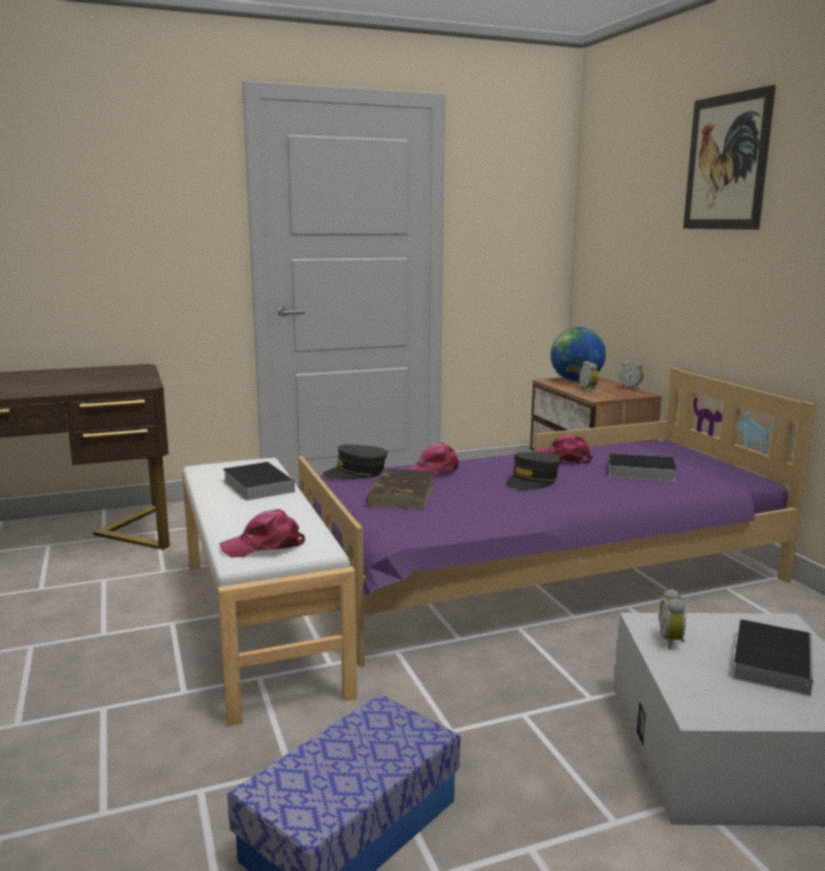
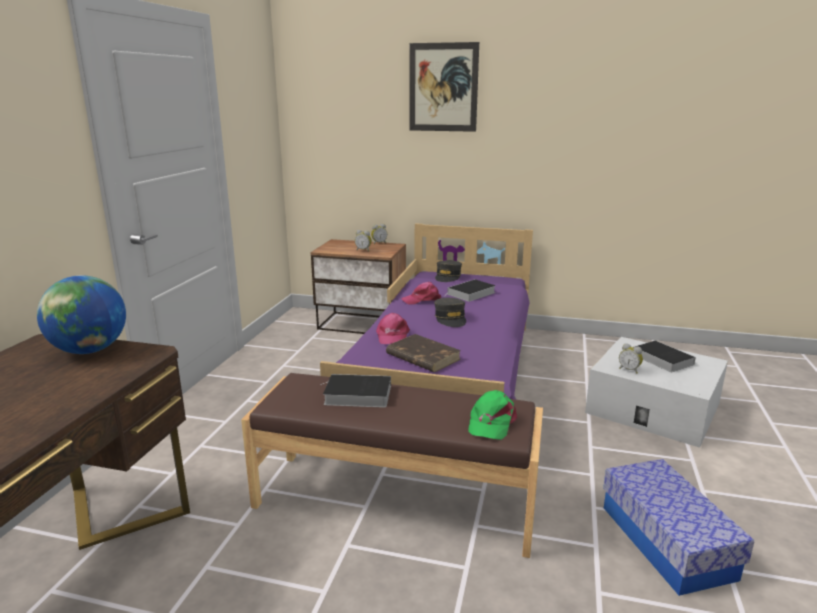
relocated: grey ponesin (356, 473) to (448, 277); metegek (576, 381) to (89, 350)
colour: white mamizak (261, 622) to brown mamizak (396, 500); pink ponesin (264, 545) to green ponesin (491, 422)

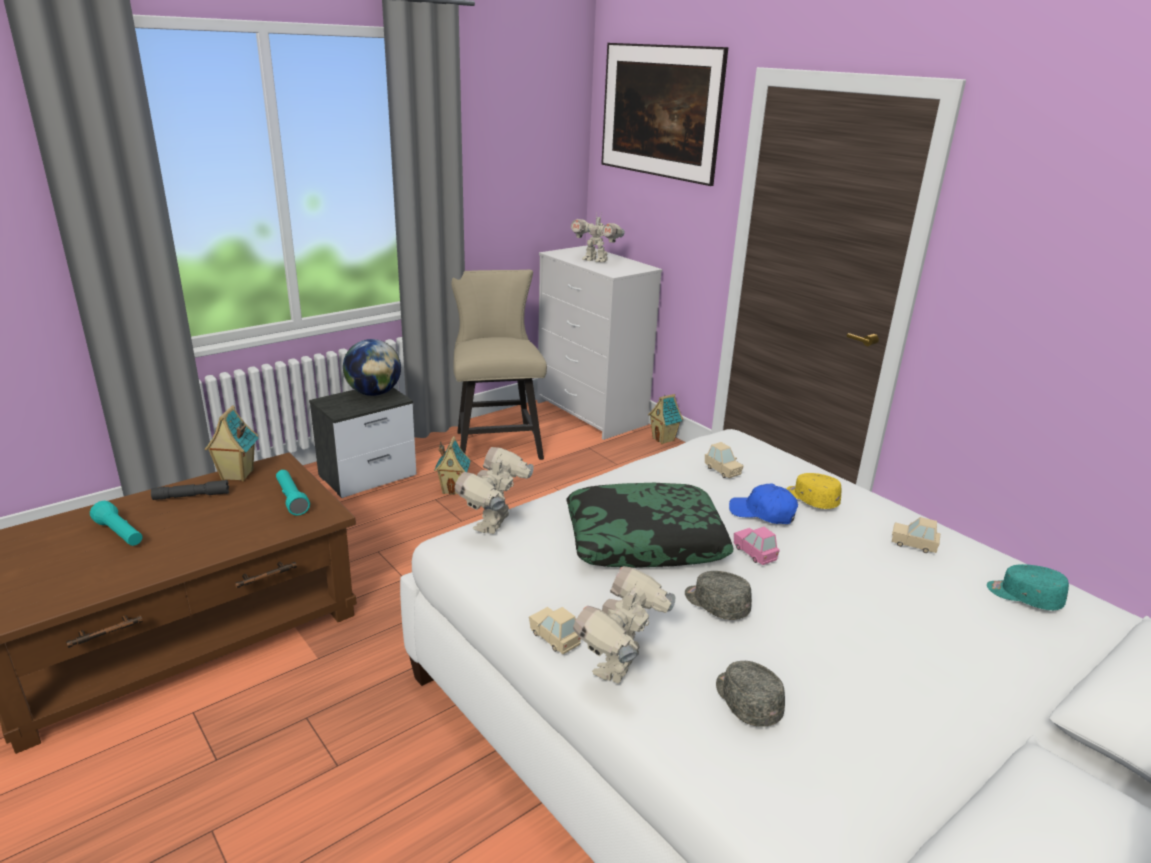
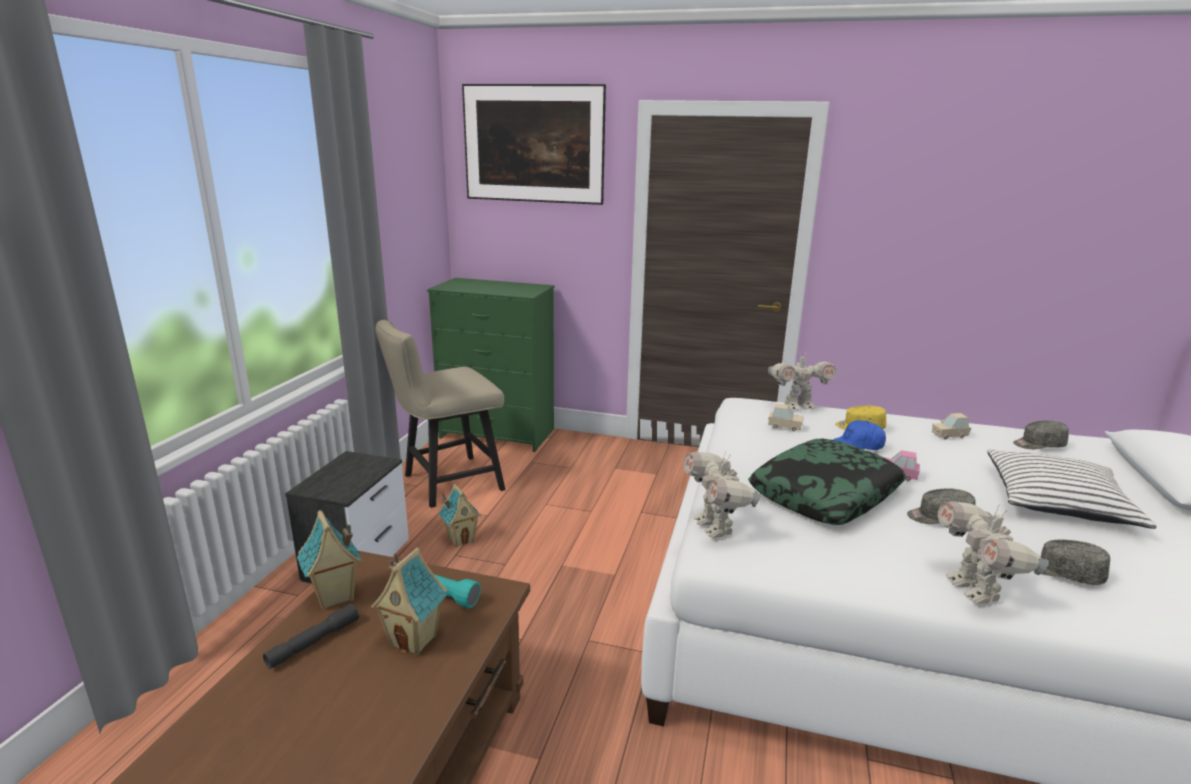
missing: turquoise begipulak (120, 534); metegek (374, 393); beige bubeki (554, 638)
appeared: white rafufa (1057, 501)
relocated: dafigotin (595, 260) to (797, 406); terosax (664, 439) to (415, 640)
colour: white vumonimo (592, 413) to green vumonimo (498, 433); turquoise ponesin (1023, 597) to grey ponesin (1038, 445)
spun: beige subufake (496, 442) = (446, 483) 75 degrees counterclockwise

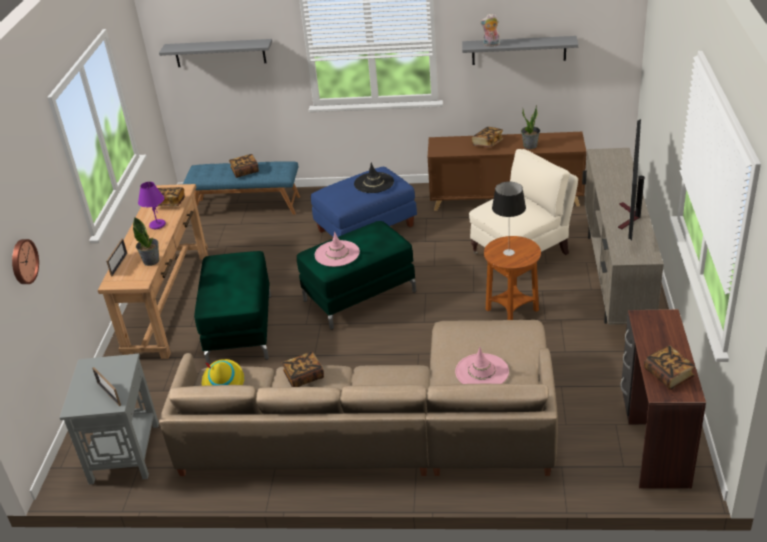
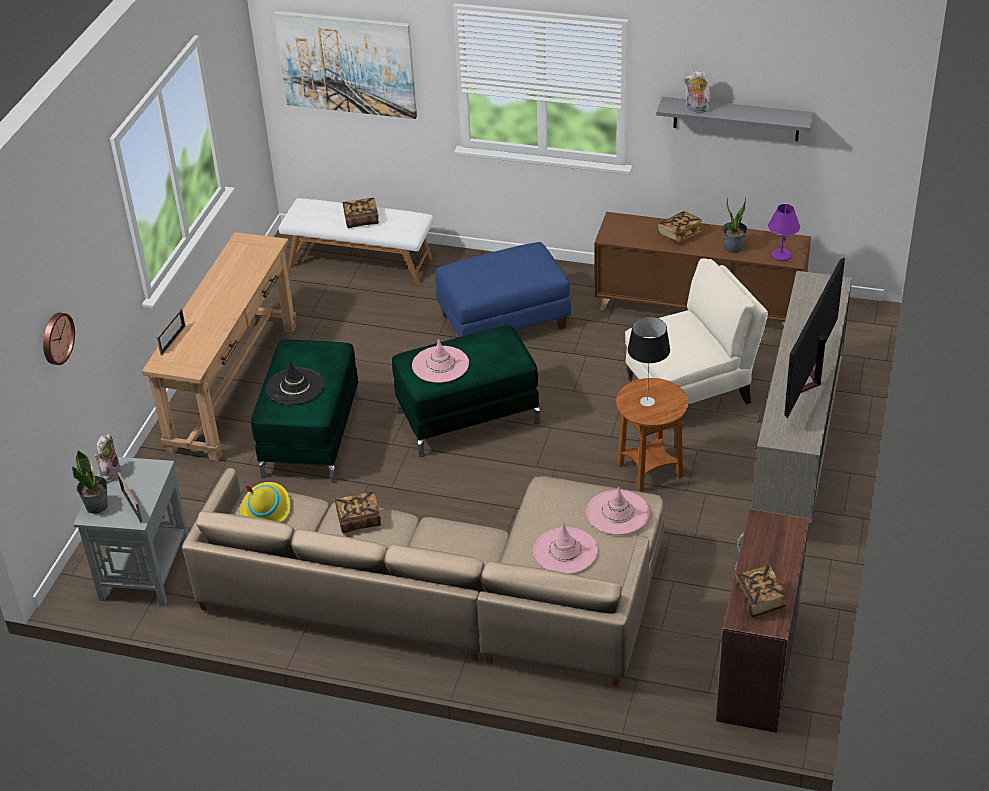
missing: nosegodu (169, 203)
appeared: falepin (110, 473); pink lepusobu (617, 513)
relocated: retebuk (151, 261) to (97, 505); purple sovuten (157, 225) to (781, 255); black lepusobu (374, 183) to (295, 387)
exchanged: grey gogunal (220, 53) to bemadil (347, 64)
colour: blue mamizak (247, 206) to white mamizak (361, 262)

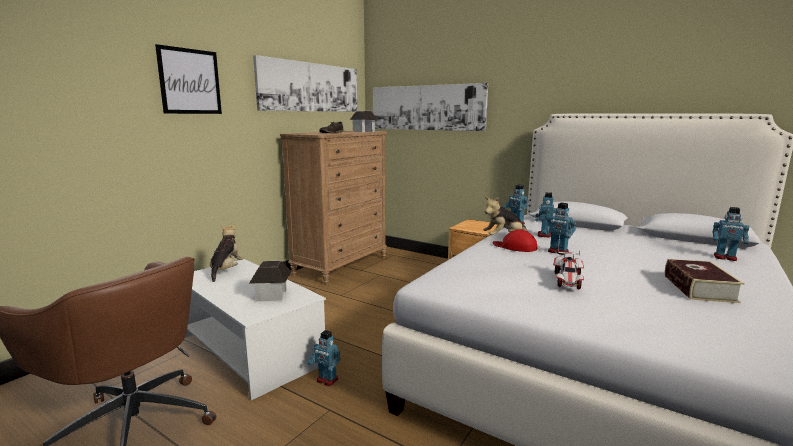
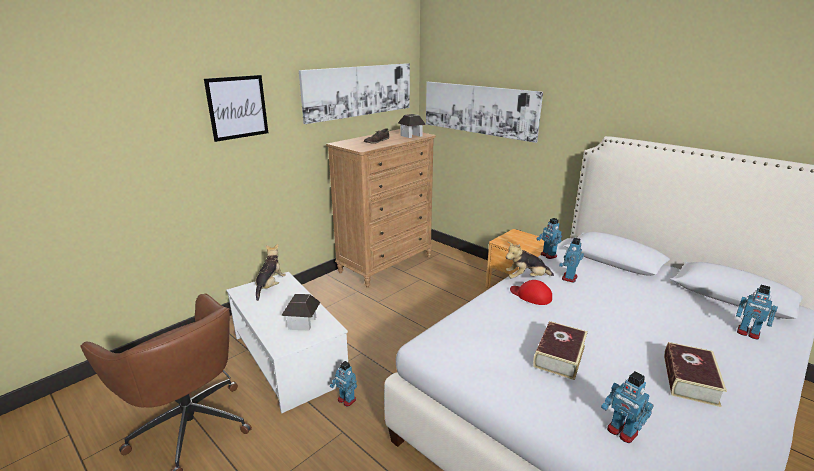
relocated: dafigotin (557, 252) to (621, 432)
exchanged: bubeki (568, 281) to nosegodu (559, 356)

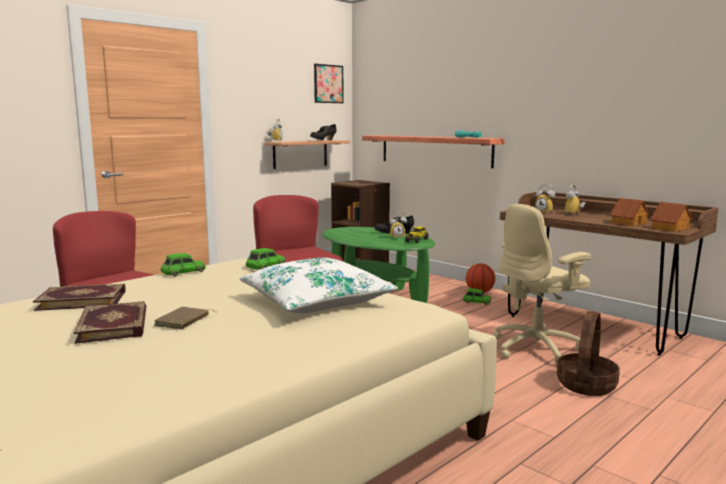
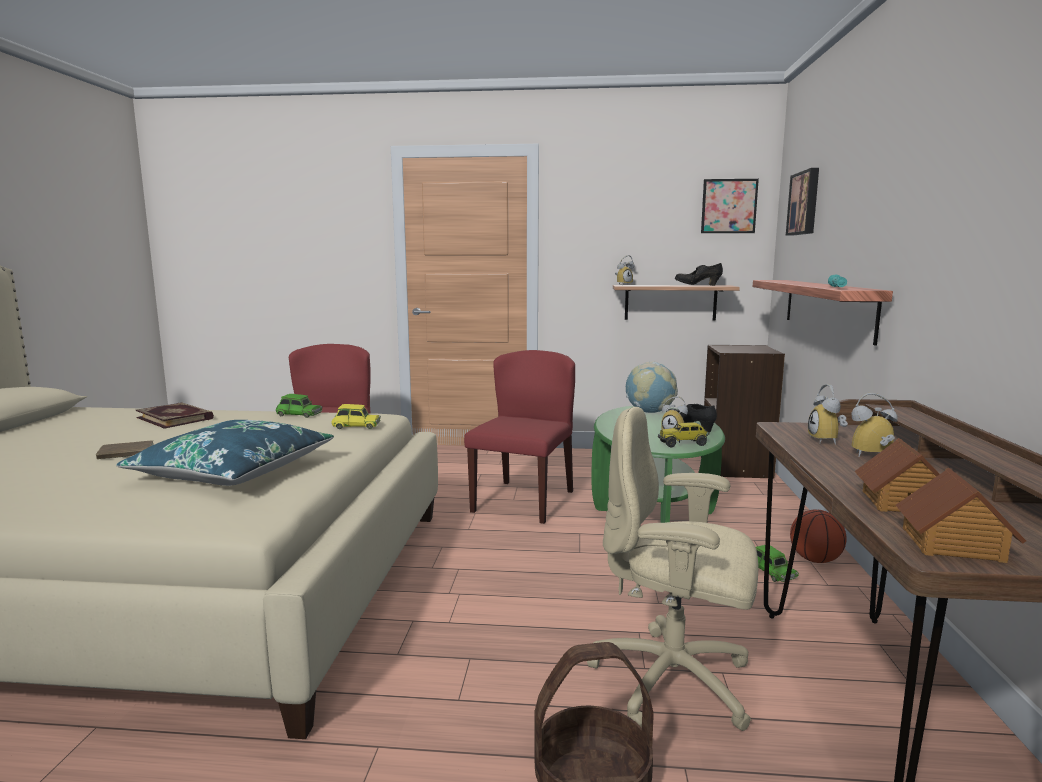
missing: nosegodu (115, 325)
appeared: metegek (649, 412); bemadil (805, 203)
colour: white rafufa (316, 301) to blue rafufa (234, 471); green bubeki (265, 266) to yellow bubeki (356, 425)

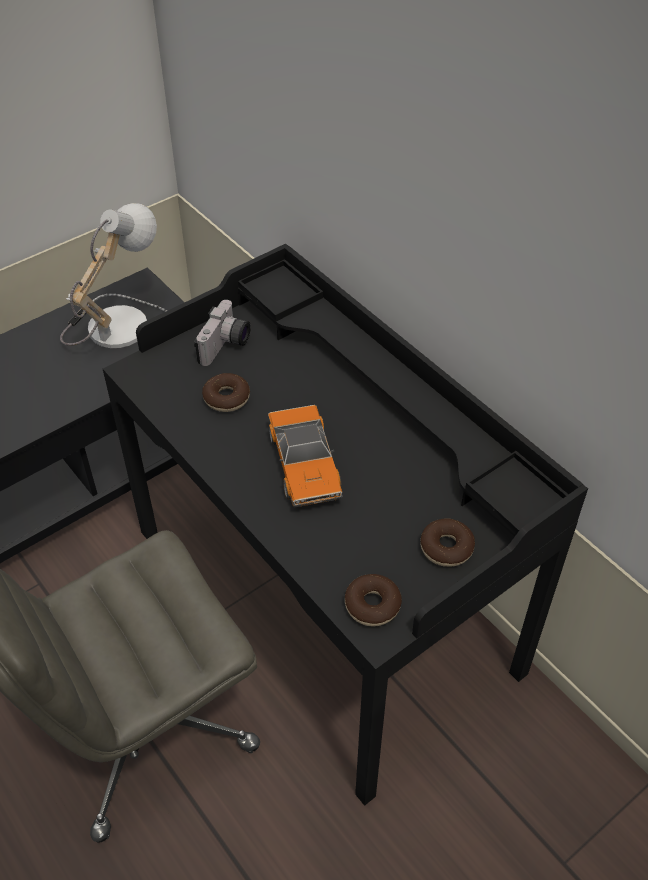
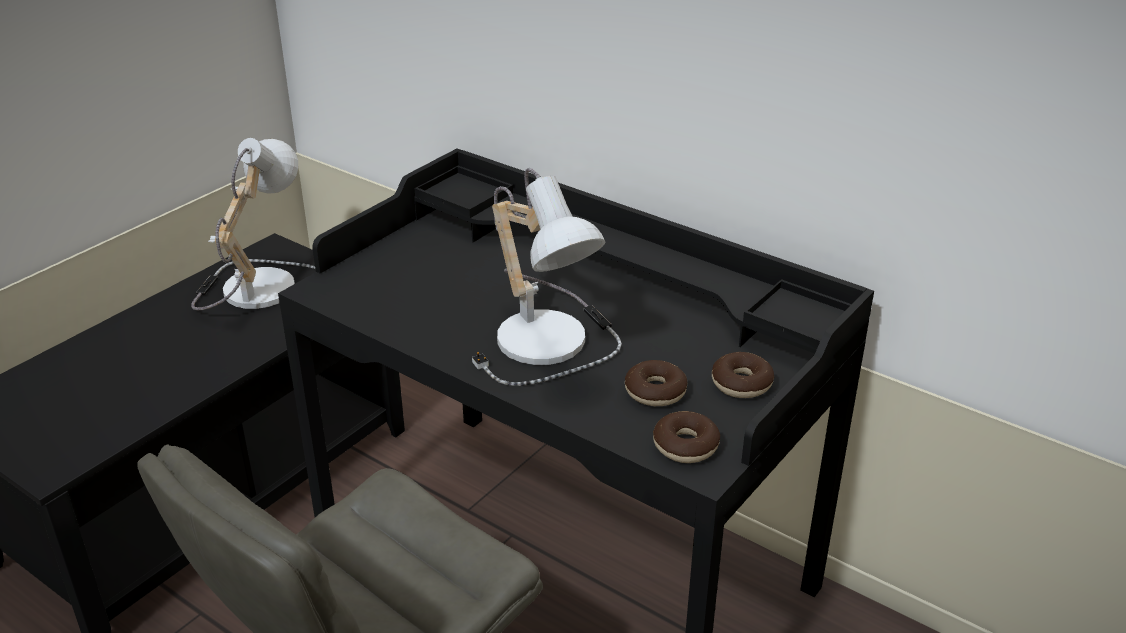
missing: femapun (226, 346)
relocated: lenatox (226, 398) to (655, 392)
exchanged: bubeki (305, 465) to sovuten (552, 340)

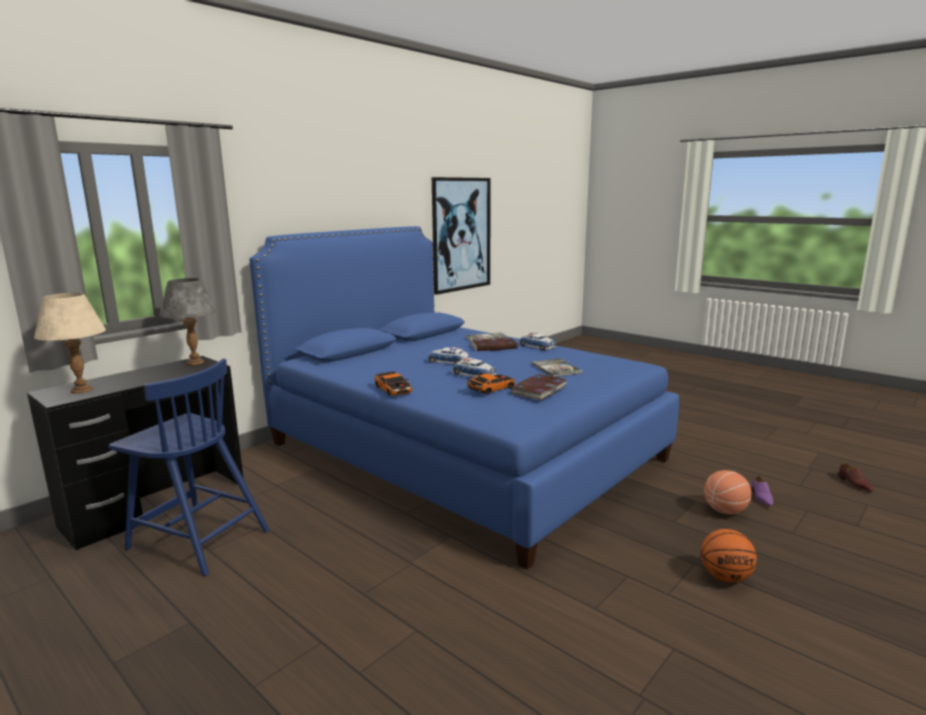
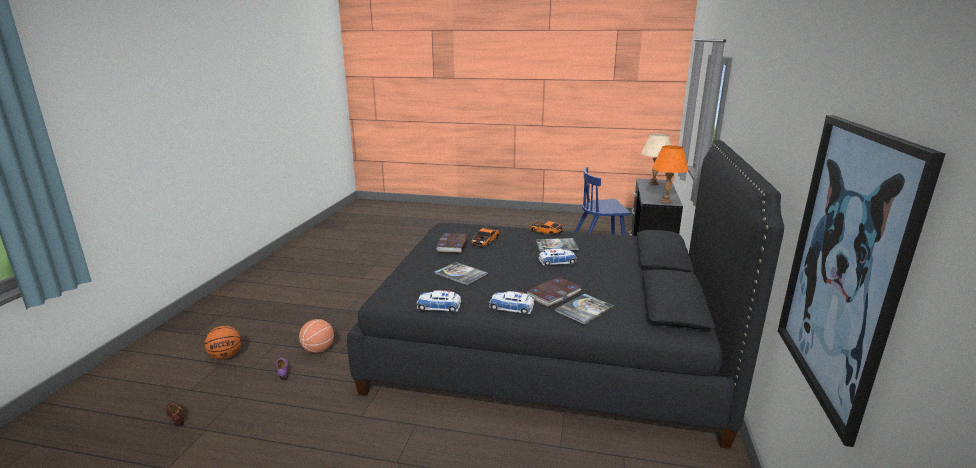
appeared: nosegodu (556, 245)
relocated: bubeki (474, 374) to (439, 306); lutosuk (725, 577) to (226, 356)
colour: grey sovuten (195, 362) to orange sovuten (666, 201); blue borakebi (462, 451) to black borakebi (547, 347)

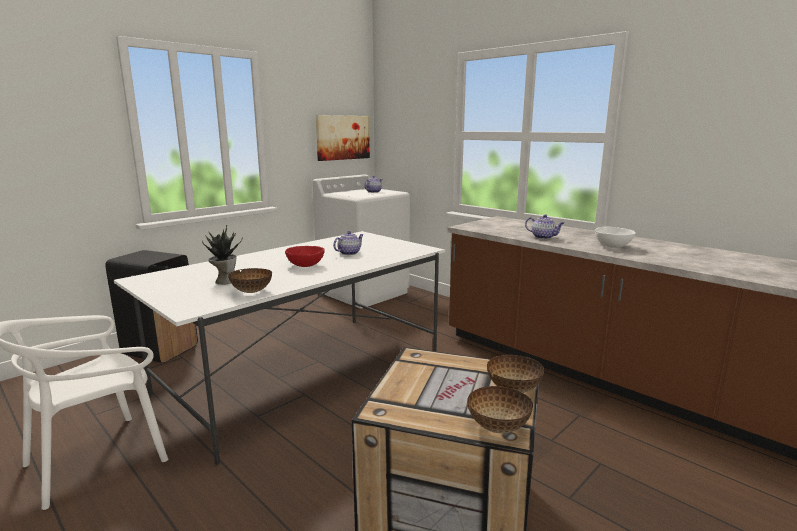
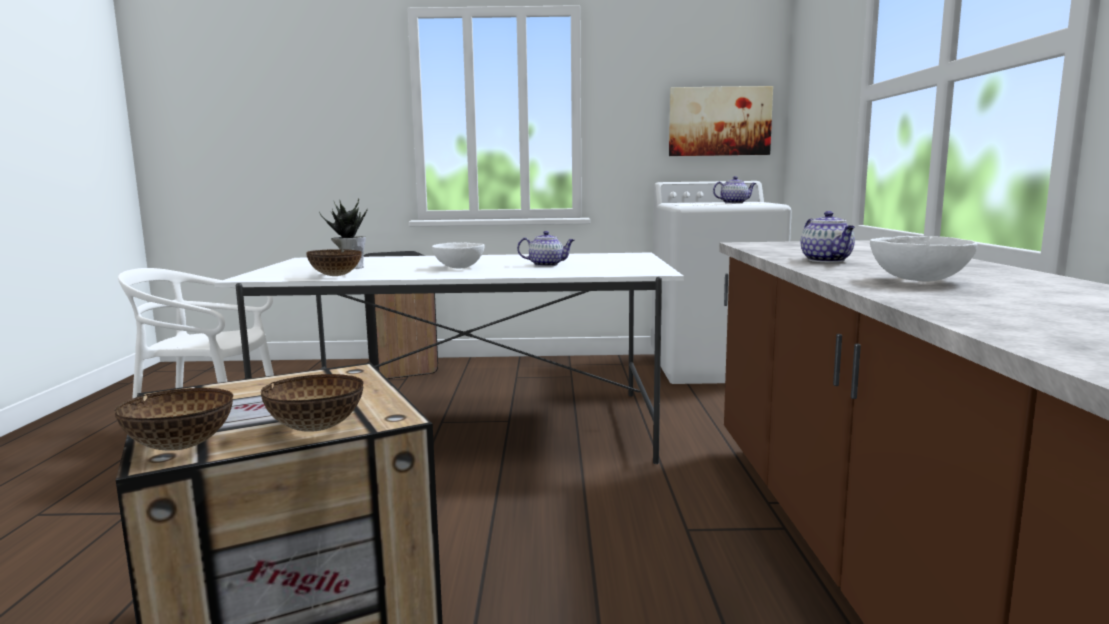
colour: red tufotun (305, 265) to white tufotun (459, 267)

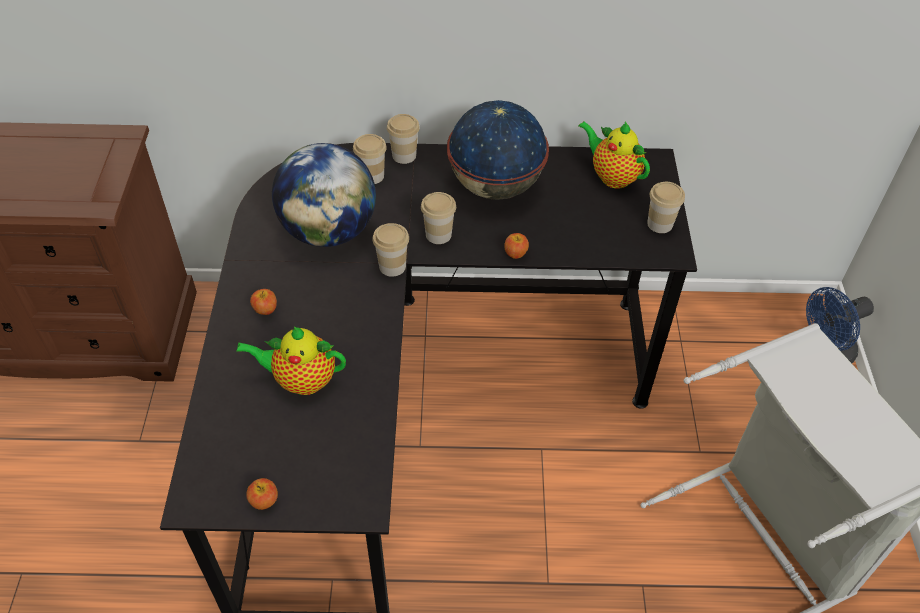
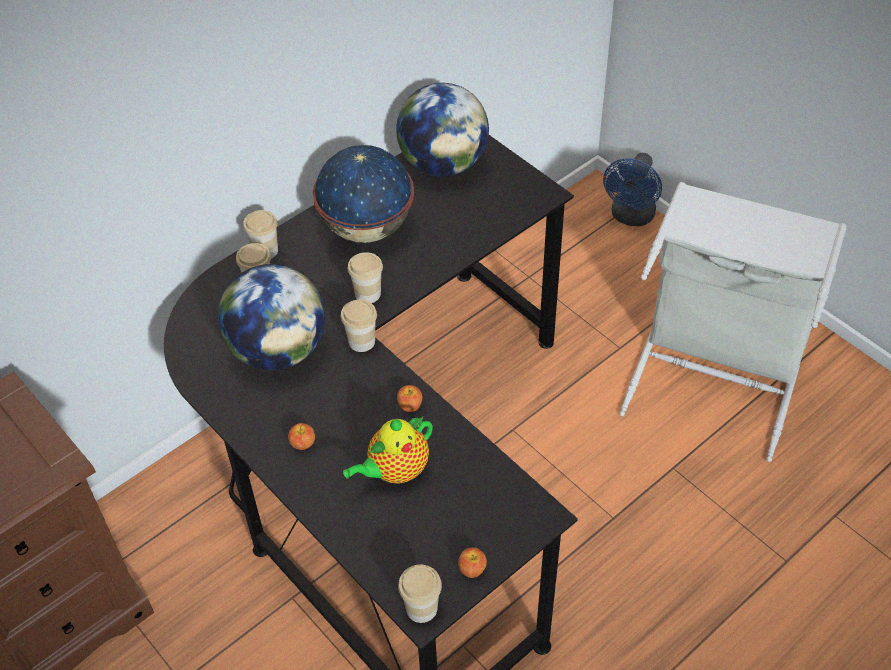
relocated: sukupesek (515, 253) to (410, 405); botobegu (660, 224) to (421, 608)
exchanged: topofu (612, 176) to metegek (443, 164)

